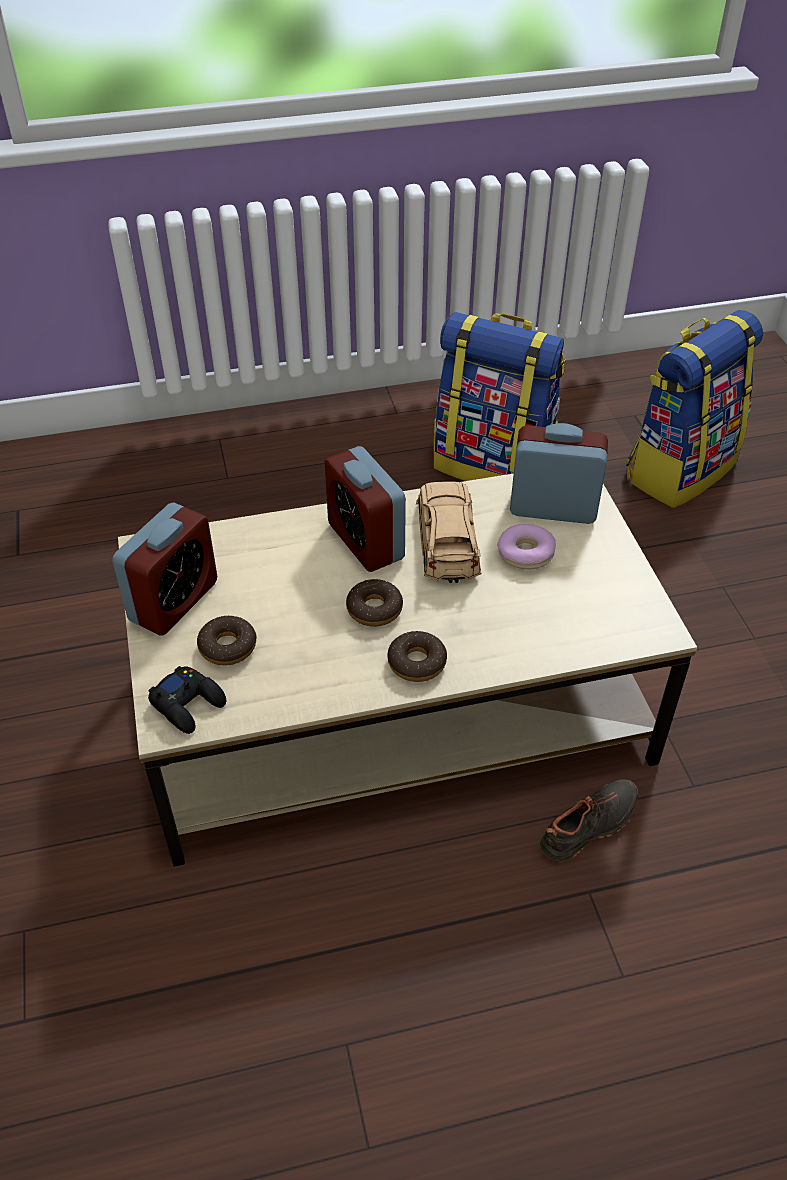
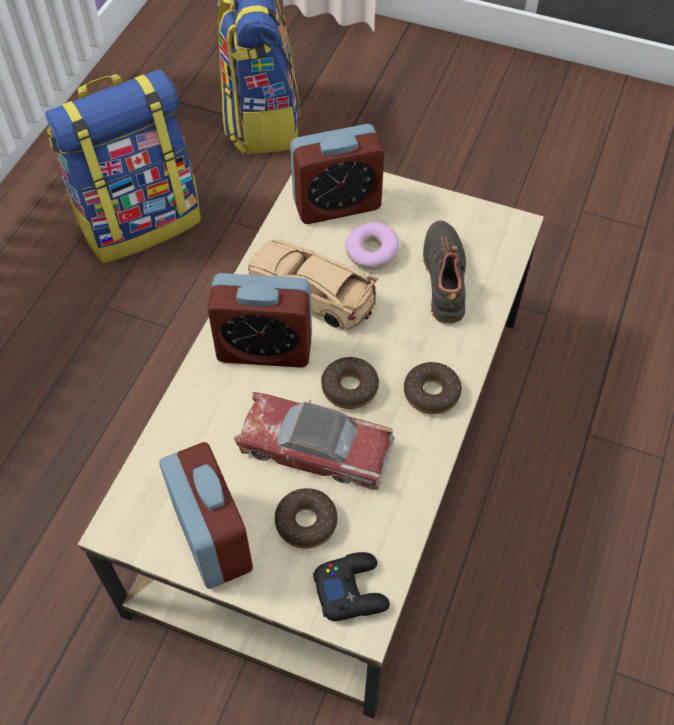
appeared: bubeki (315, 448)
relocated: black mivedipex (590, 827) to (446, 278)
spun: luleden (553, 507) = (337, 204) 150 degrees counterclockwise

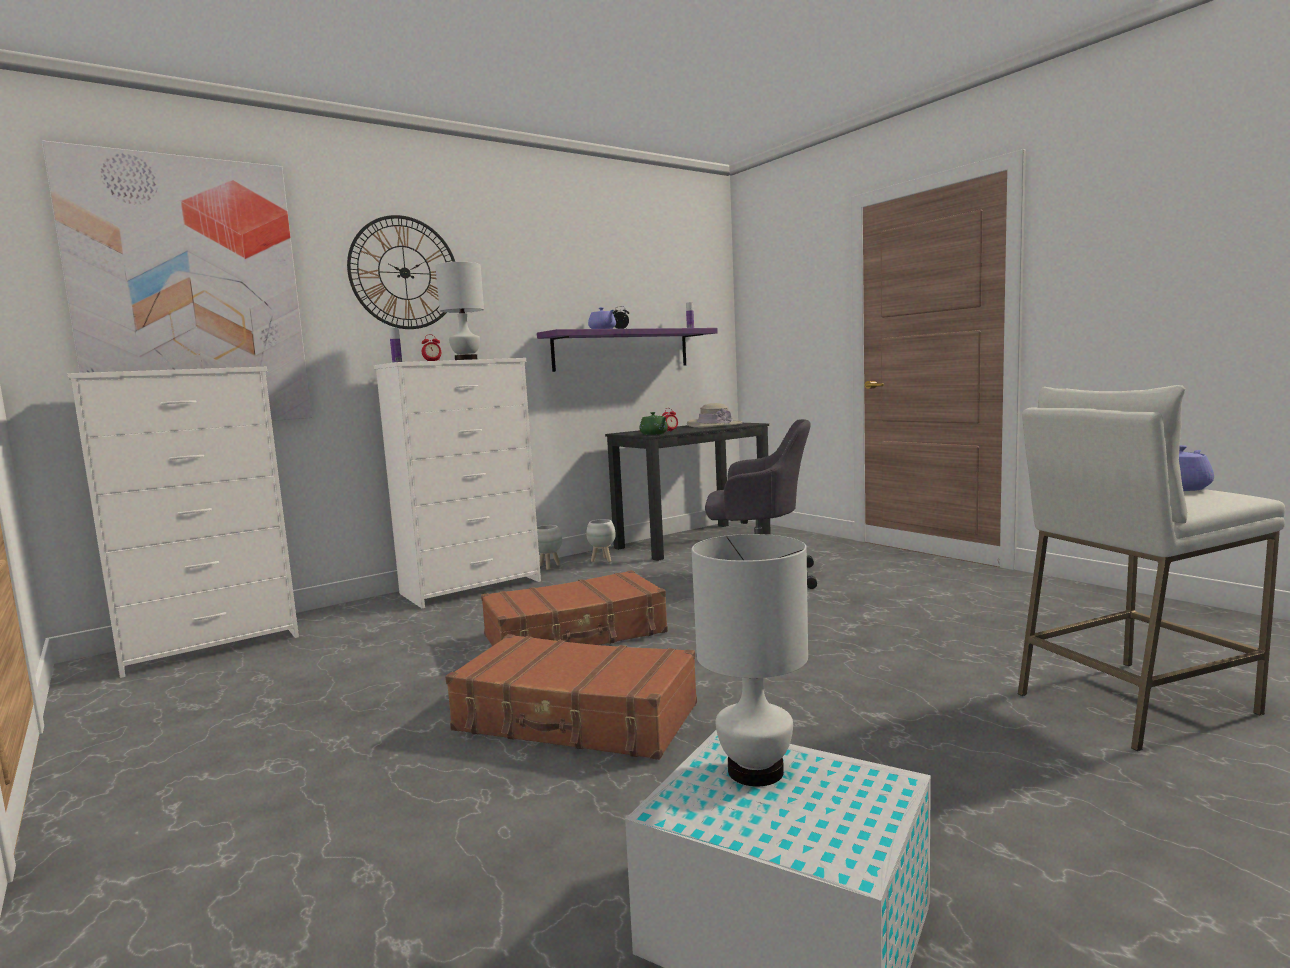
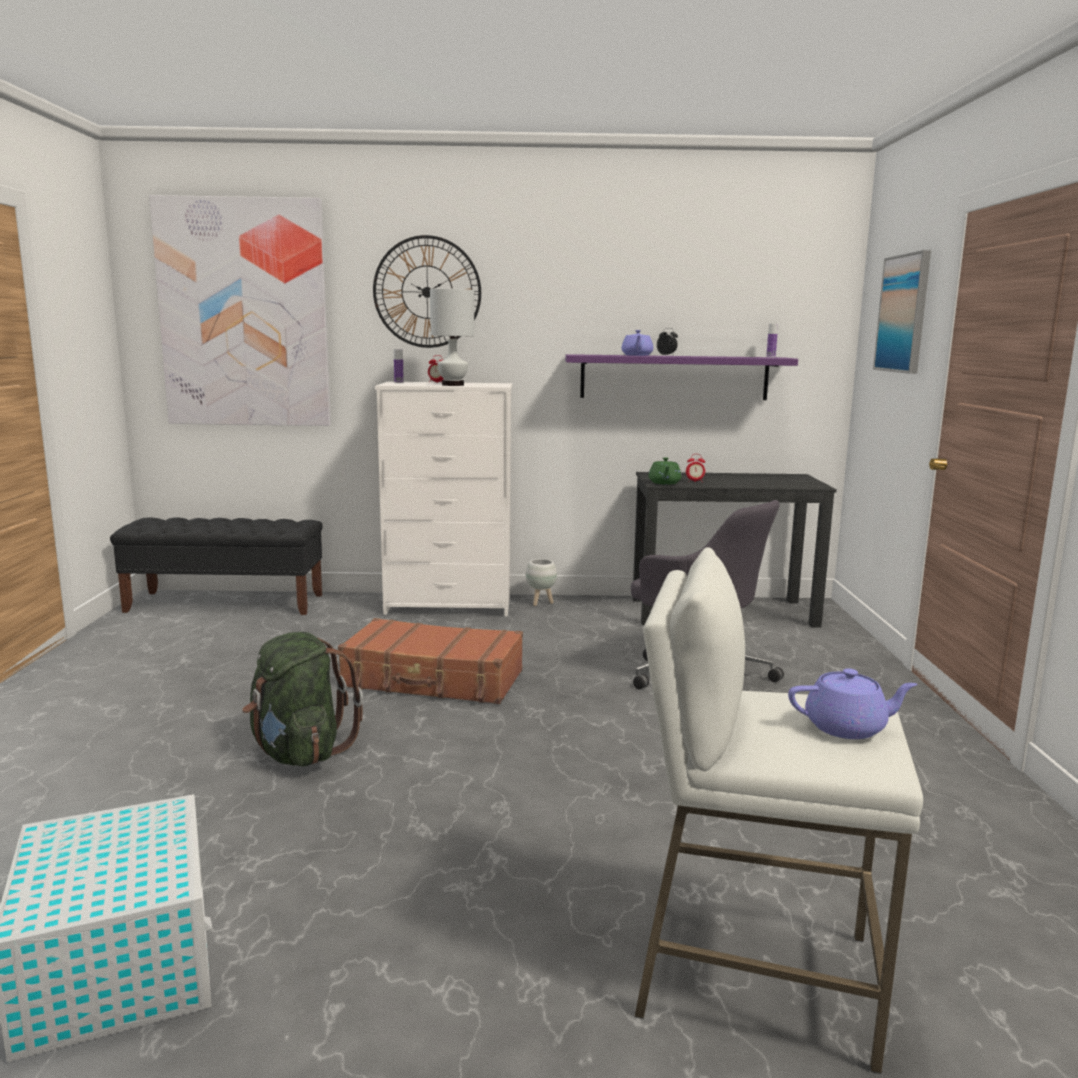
missing: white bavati (602, 560); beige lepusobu (714, 425); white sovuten (756, 770)
appeared: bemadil (903, 313)
exchanged: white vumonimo (212, 645) to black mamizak (226, 603); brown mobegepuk (576, 719) to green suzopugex (299, 753)

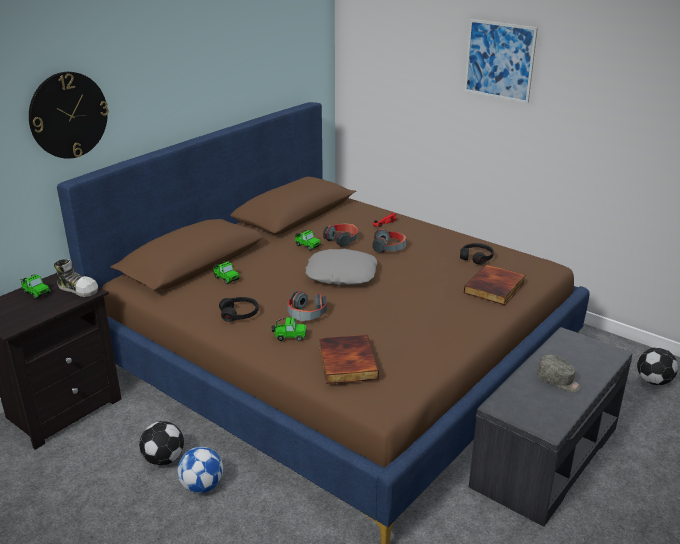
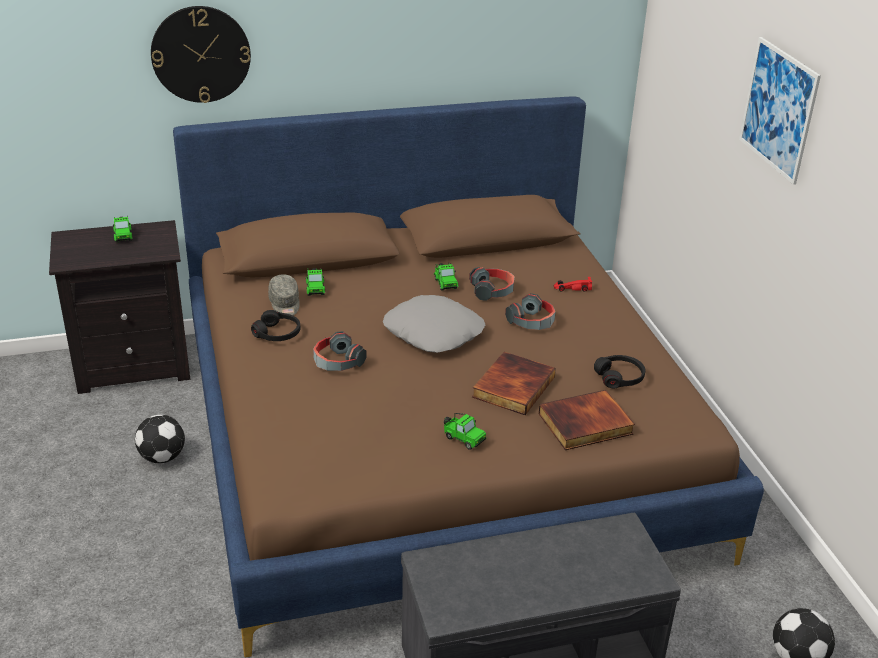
missing: mivedipex (78, 289); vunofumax (202, 486)
relocated: bubeki (289, 337) to (462, 438); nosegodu (346, 362) to (512, 386); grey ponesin (558, 381) to (285, 304)

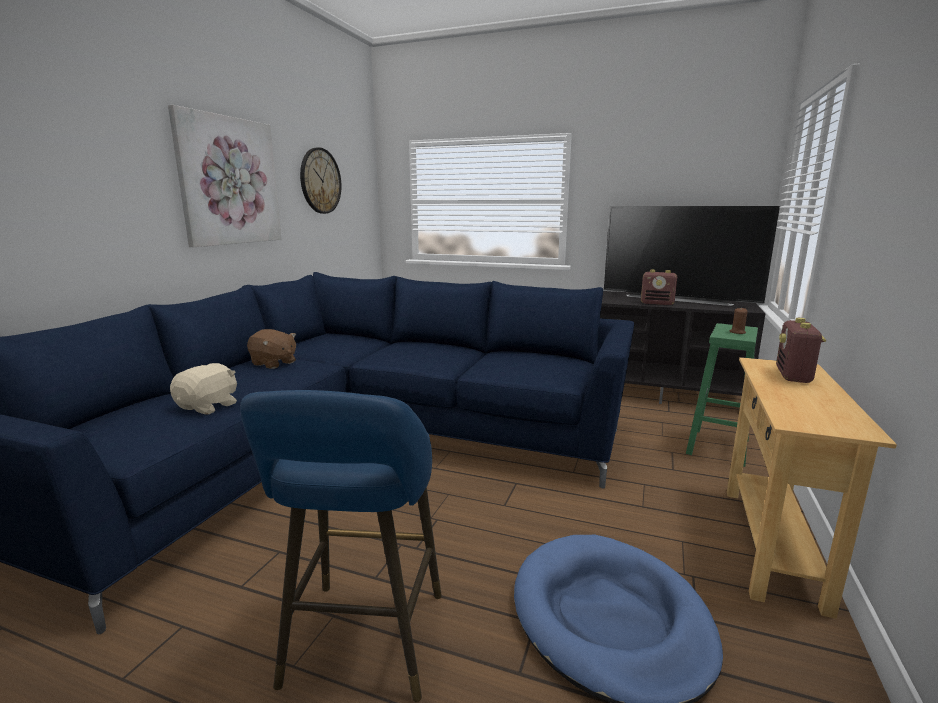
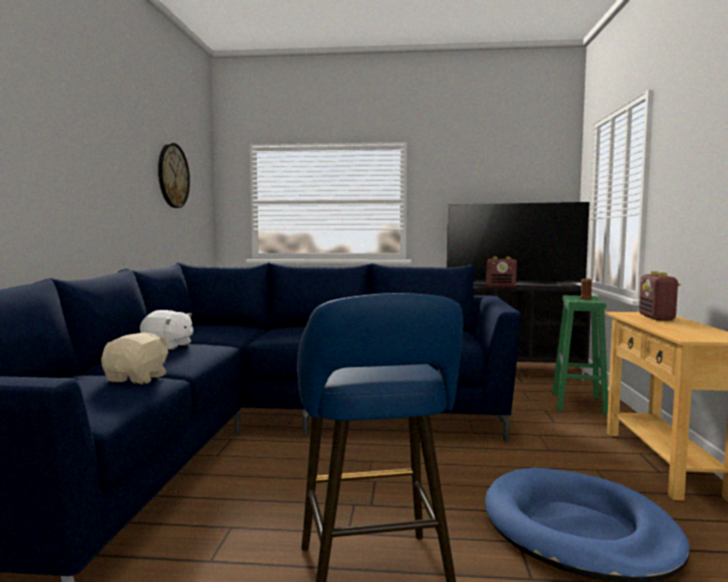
missing: bemadil (229, 181)
colour: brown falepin (273, 363) to white falepin (168, 346)

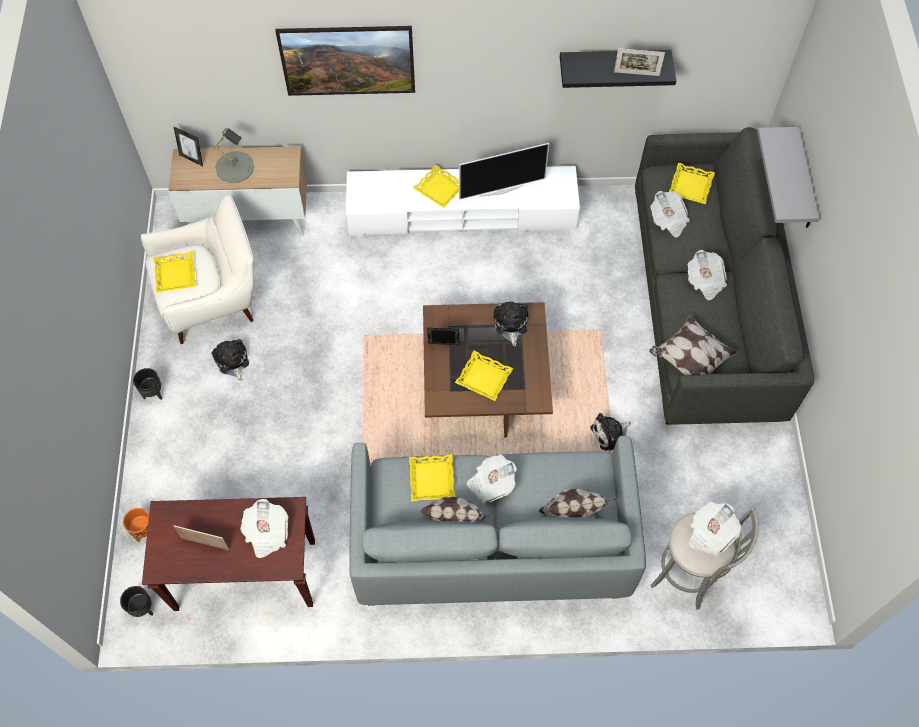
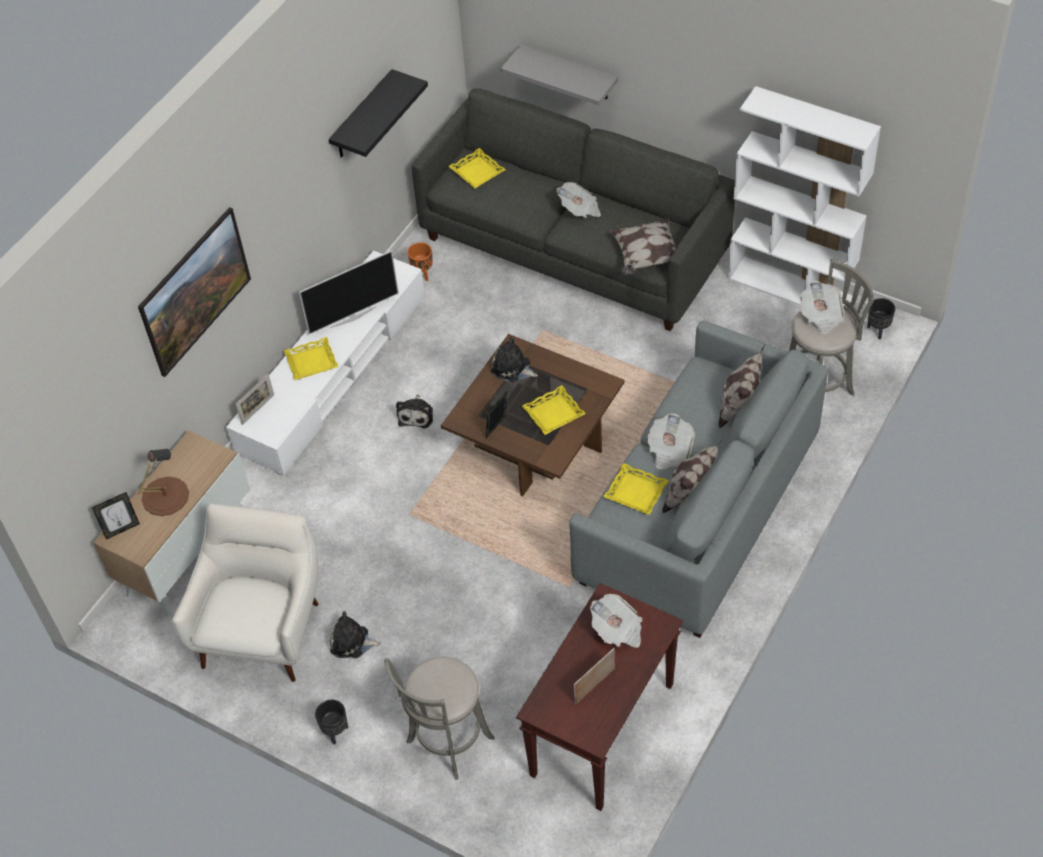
missing: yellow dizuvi (175, 274); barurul (668, 220)
appeared: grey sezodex (447, 743); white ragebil (791, 288)
relocated: black bavati (142, 609) to (878, 331); orange bavati (145, 532) to (423, 274); falepin (610, 433) to (416, 415); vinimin (636, 74) to (258, 409)
colour: grey sovuten (235, 167) to brown sovuten (165, 496)
spun: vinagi (500, 190) = (353, 316) 45 degrees clockwise

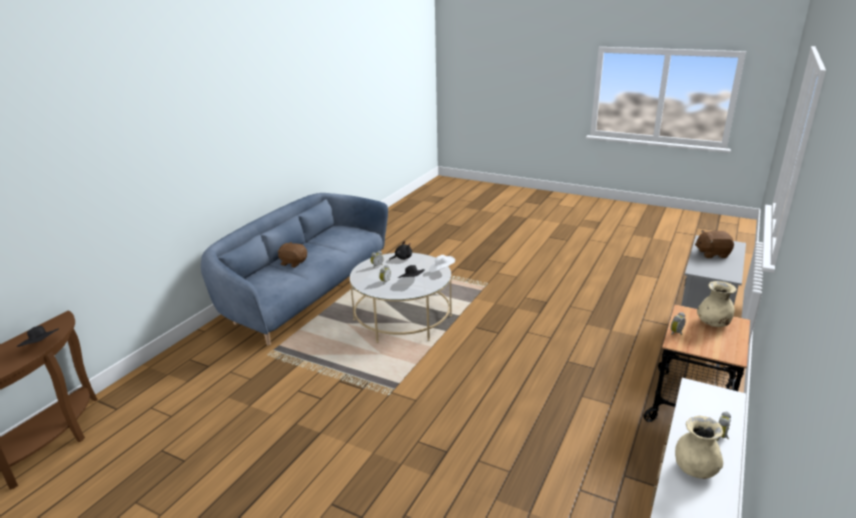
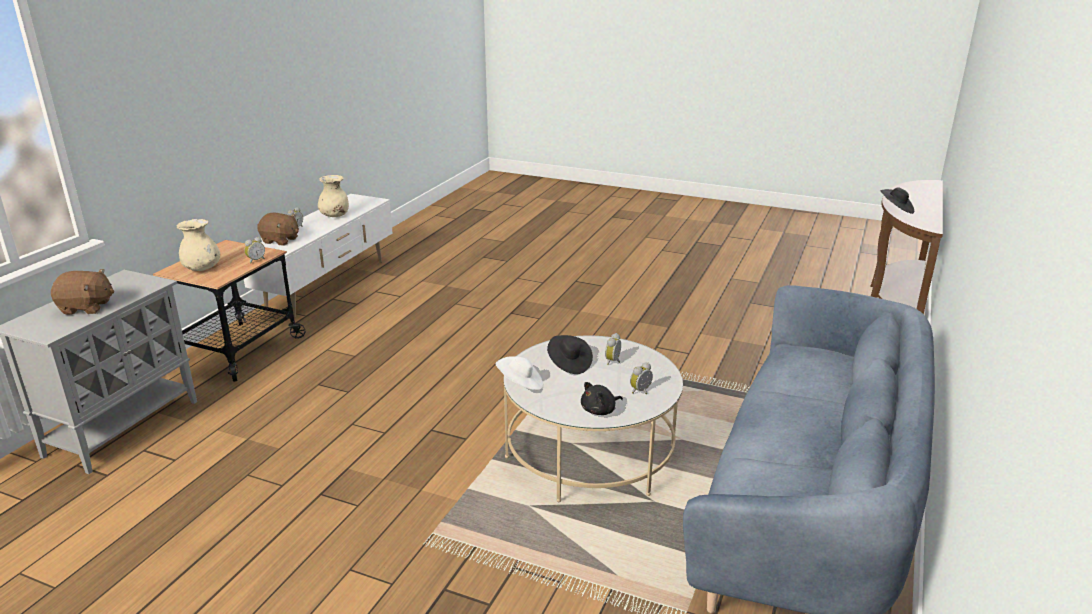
relocated: brown falepin (293, 263) to (280, 240)

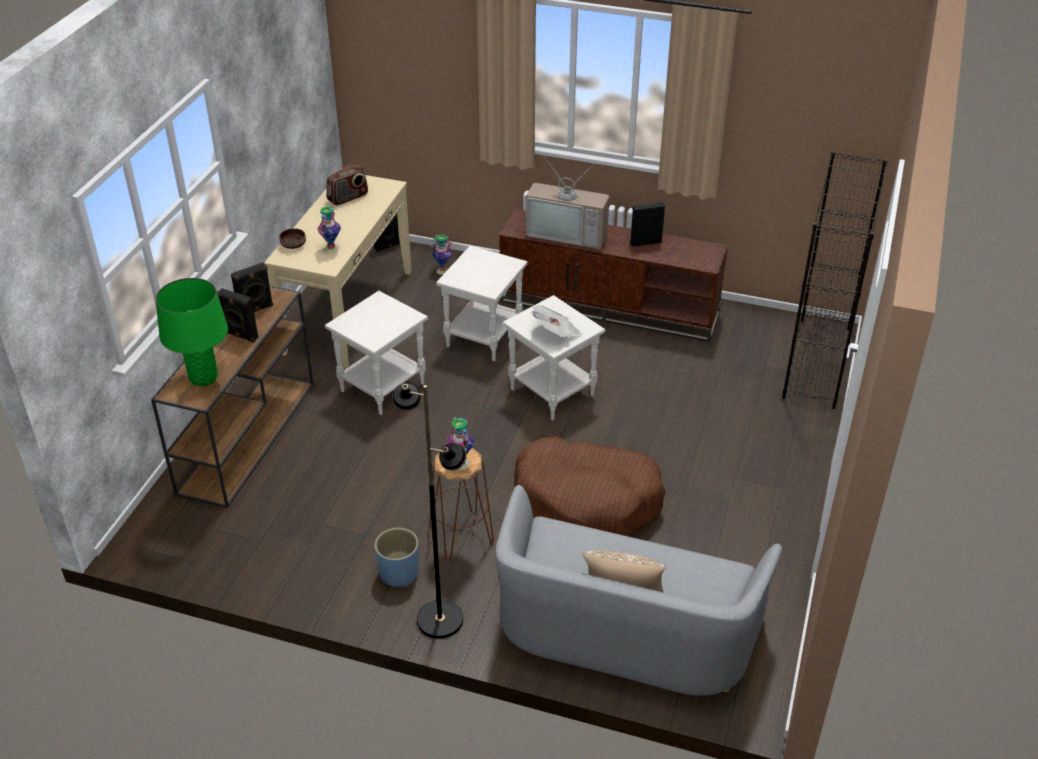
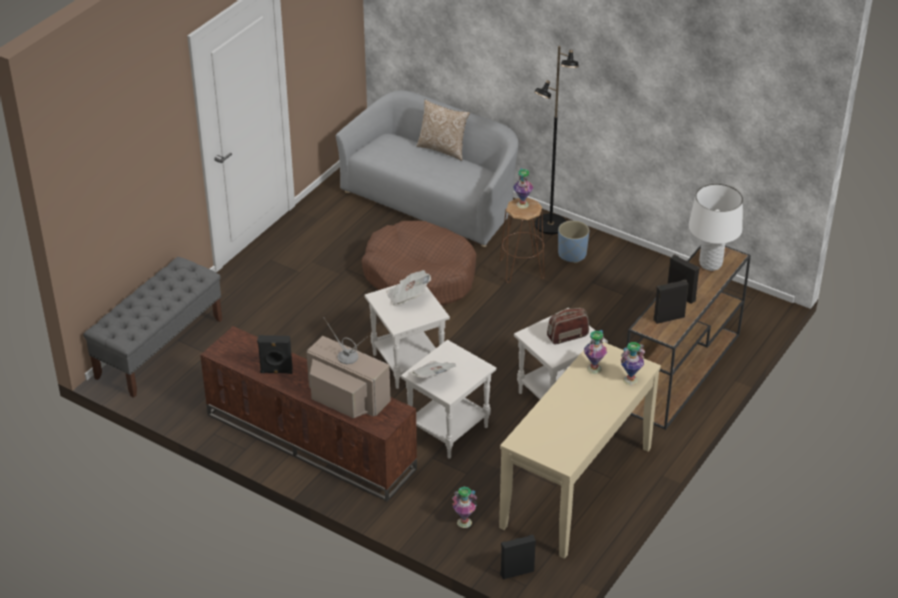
appeared: barurul (433, 377)
relocated: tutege (348, 198) to (567, 336)
exchanged: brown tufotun (293, 244) to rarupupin (630, 380); black ragebil (817, 363) to grey mamizak (159, 348)
colour: green sovuten (204, 378) to white sovuten (710, 264)

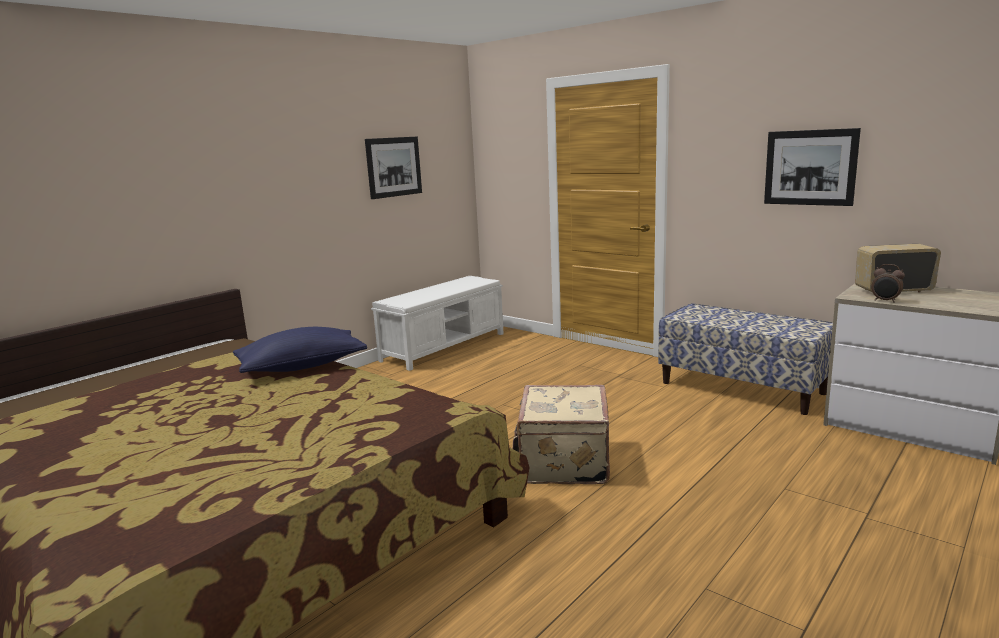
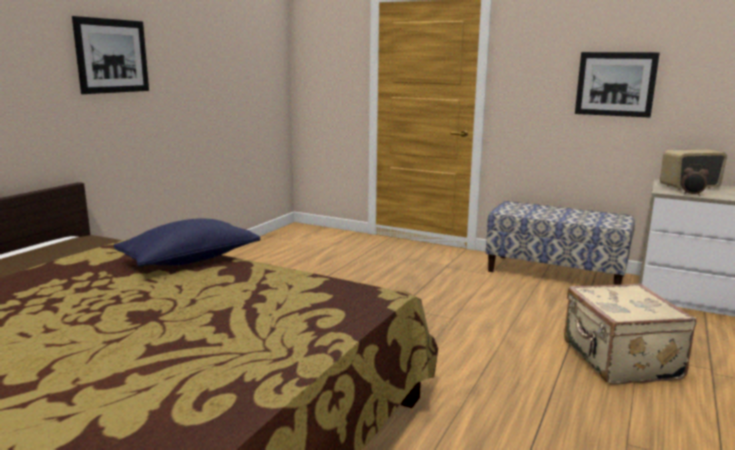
missing: white mamizak (444, 347)
relocated: bemadil (394, 167) to (112, 56); beige mobegepuk (562, 462) to (619, 360)

